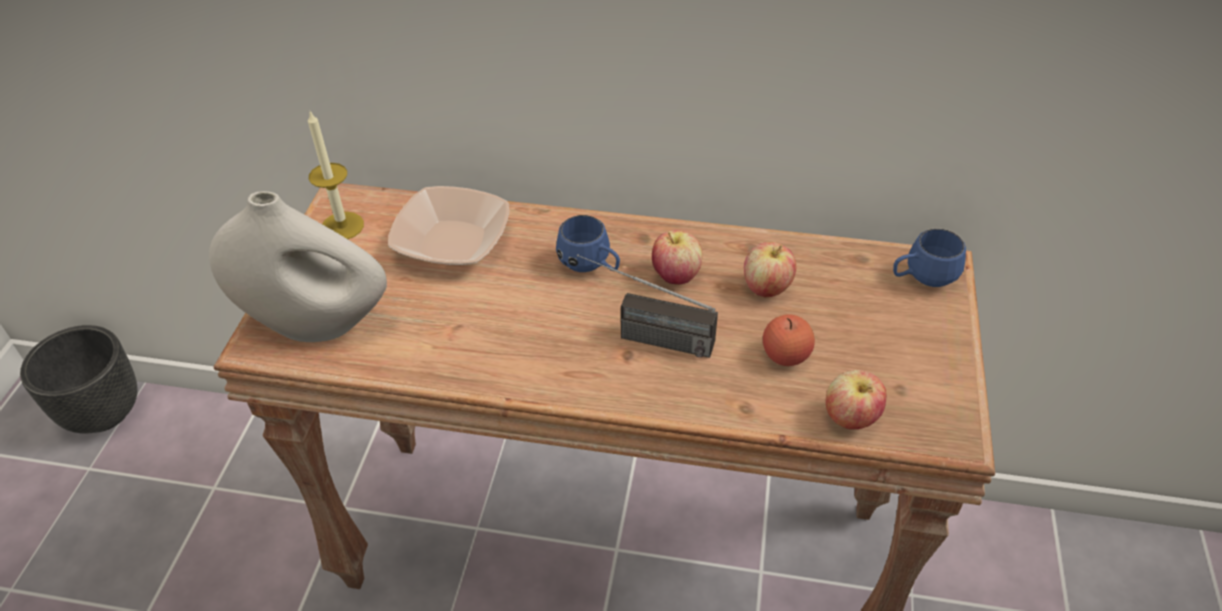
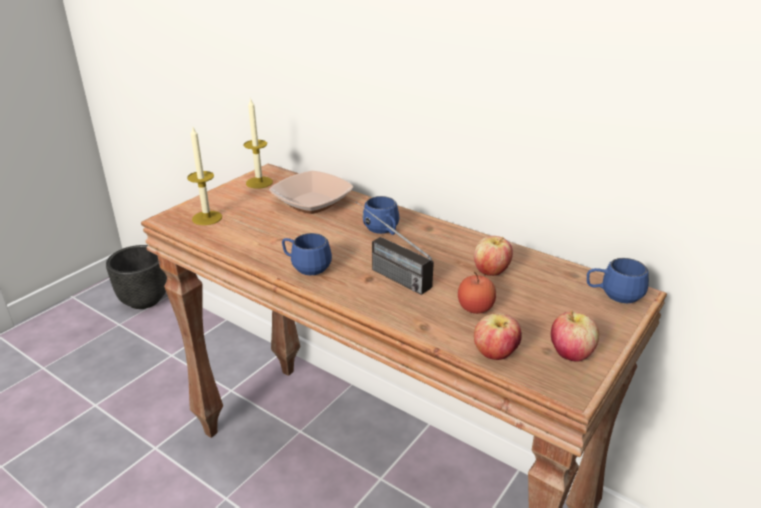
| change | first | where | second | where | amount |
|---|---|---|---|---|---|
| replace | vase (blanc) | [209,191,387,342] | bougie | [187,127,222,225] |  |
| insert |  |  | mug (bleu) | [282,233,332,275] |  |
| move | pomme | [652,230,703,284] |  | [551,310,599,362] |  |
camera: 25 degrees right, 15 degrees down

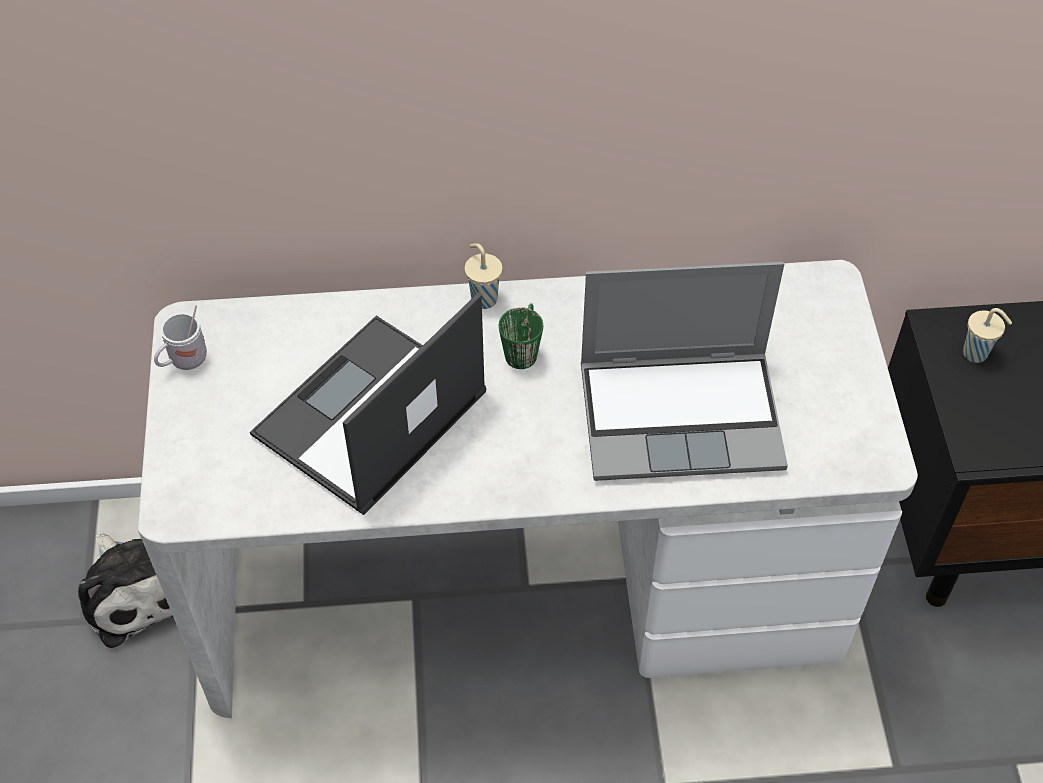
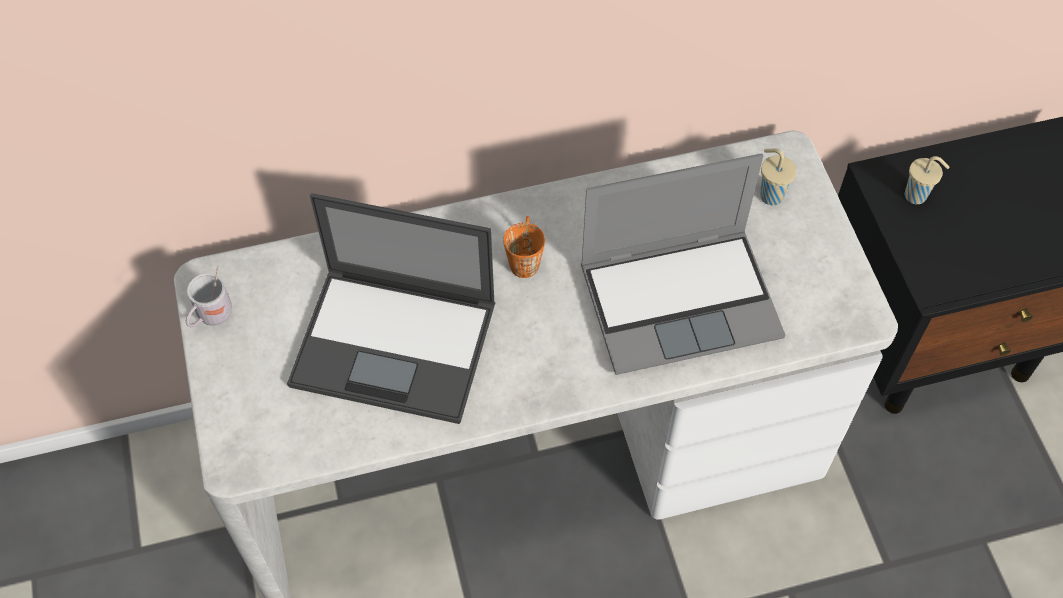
| change | first | where | second | where | amount |
|---|---|---|---|---|---|
| rotate | ordinateur portable | [250,292,486,515] |  | [287,193,495,424] | 105 degrees counterclockwise |
| recolor | mug (vert) | [499,303,543,369] | mug (orange) | [503,216,545,278] |  |
| move | tasse (beige) | [465,243,502,309] |  | [760,149,797,205] |  |
| delete | peluche | [78,534,173,648] |  |  |  |
camera: 10 degrees left, 5 degrees up

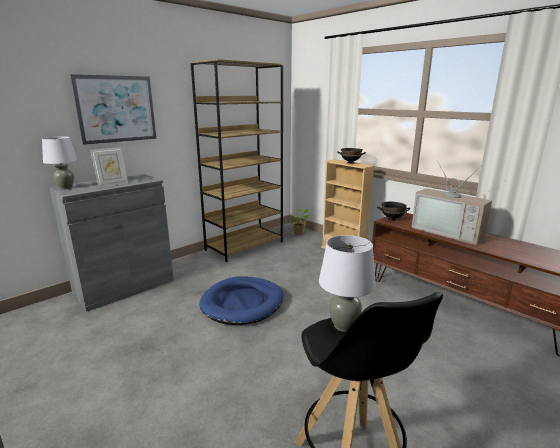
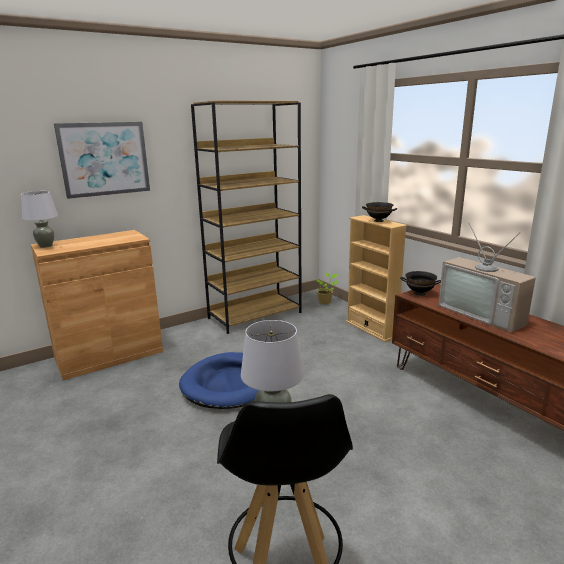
| change | first | where | second | where | amount |
|---|---|---|---|---|---|
| recolor | meuble de rangement (gris) | [49,174,174,312] | meuble de rangement (marron) | [31,230,163,380] |  |
| delete | cadre photo | [90,147,128,188] |  |  |  |
camera: 10 degrees right, 0 degrees up

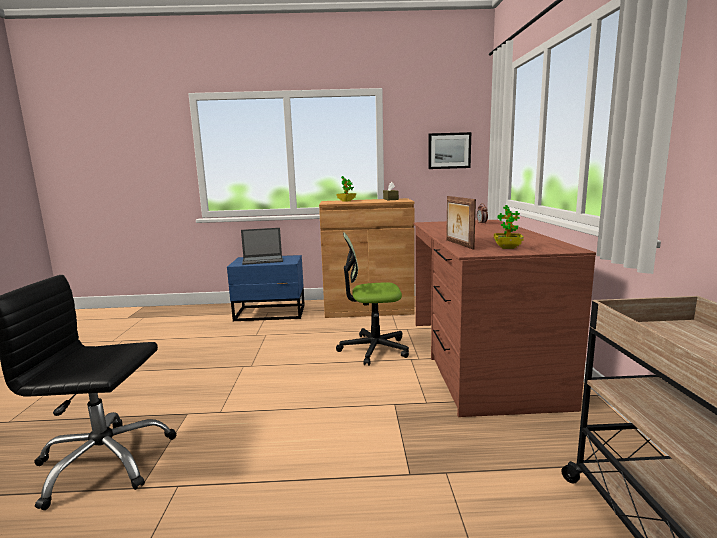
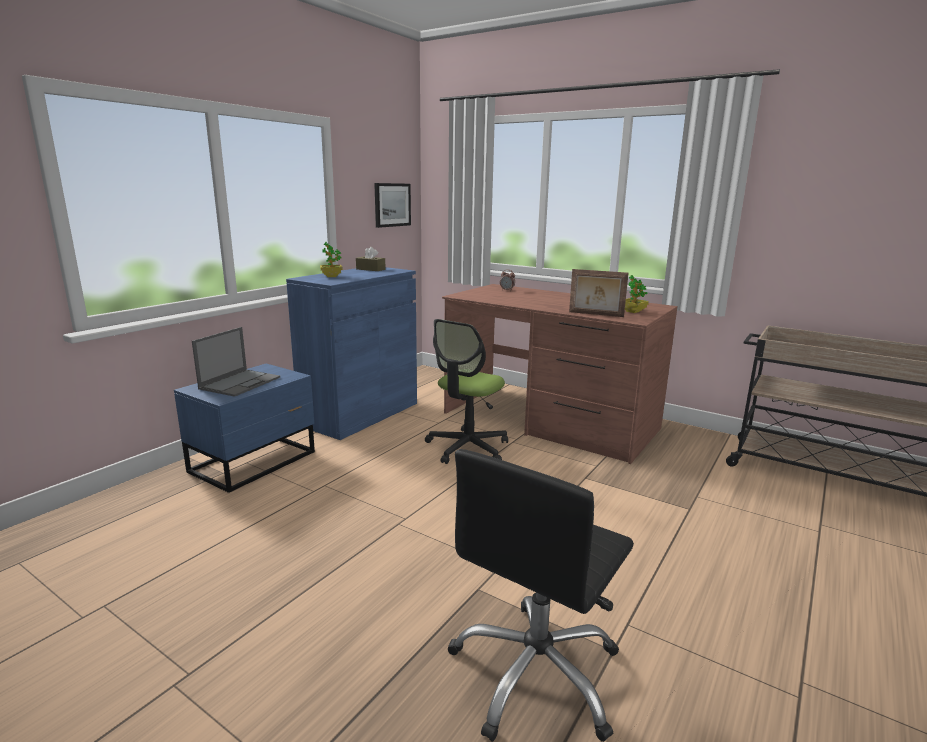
| change | first | where | second | where | amount |
|---|---|---|---|---|---|
| recolor | meuble de rangement (marron) | [319,198,415,318] | meuble de rangement (bleu) | [286,267,417,440] |  |
camera: 55 degrees left, 5 degrees up

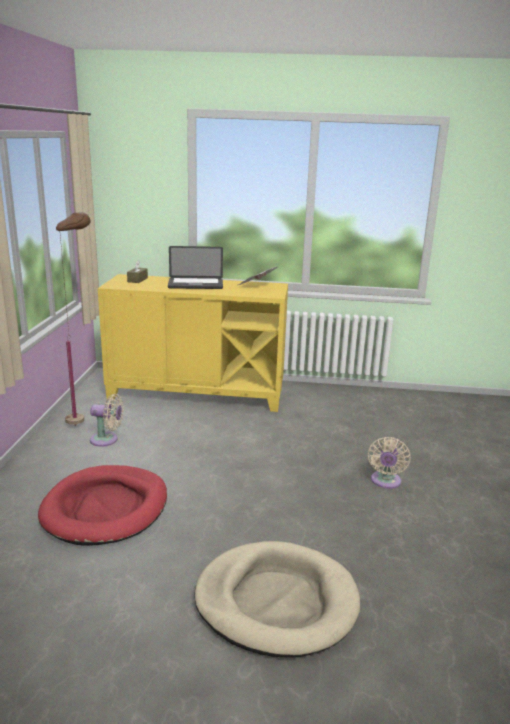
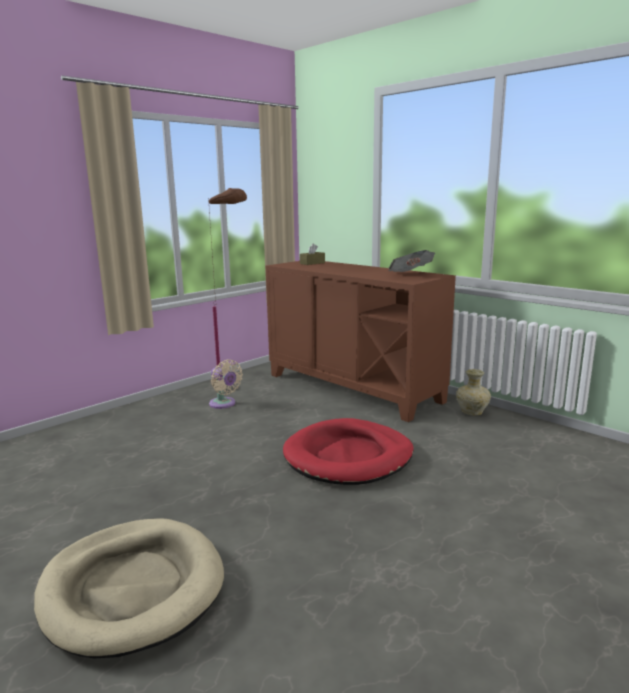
| change | first | where | second | where | amount |
|---|---|---|---|---|---|
| recolor | meuble de rangement (jaune) | [98,274,288,412] | meuble de rangement (marron) | [265,261,456,422] |  |
| move | panier pour chien (rouge) | [38,465,167,546] |  | [283,418,414,485] |  |
| insert |  |  | vase (beige) | [456,369,491,415] |  |
| delete | ordinateur portable | [168,246,223,289] |  |  |  |
| delete | ventilateur (beige) | [368,437,411,489] |  |  |  |
camera: 40 degrees right, 5 degrees down

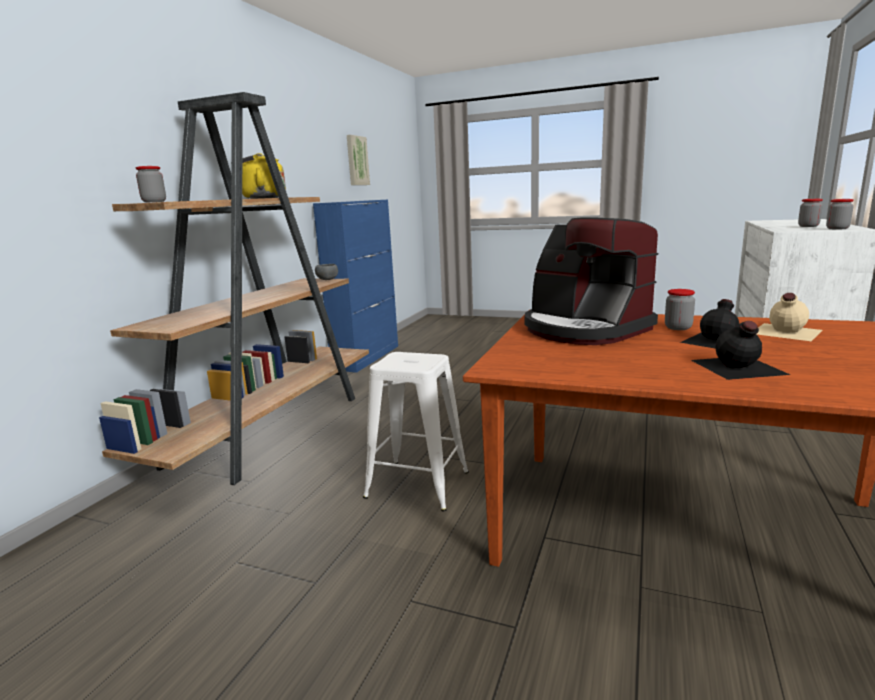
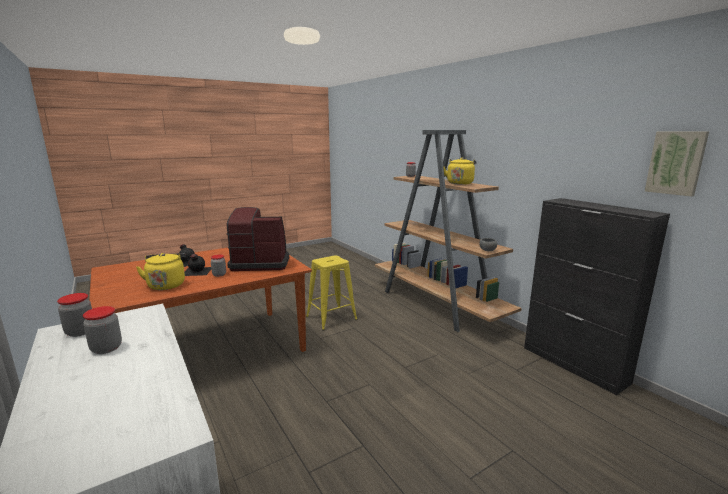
| change | first | where | second | where | amount |
|---|---|---|---|---|---|
| replace | bouteille (beige) | [757,293,822,341] | bouilloire (jaune) | [136,253,186,290] |  |
| recolor | tabouret (blanc) | [363,352,469,511] | tabouret (jaune) | [306,255,358,330] |  |
| recolor | meuble de rangement (bleu) | [313,200,398,373] | meuble de rangement (noir) | [524,198,670,395] |  |
camera: 125 degrees right, 0 degrees up

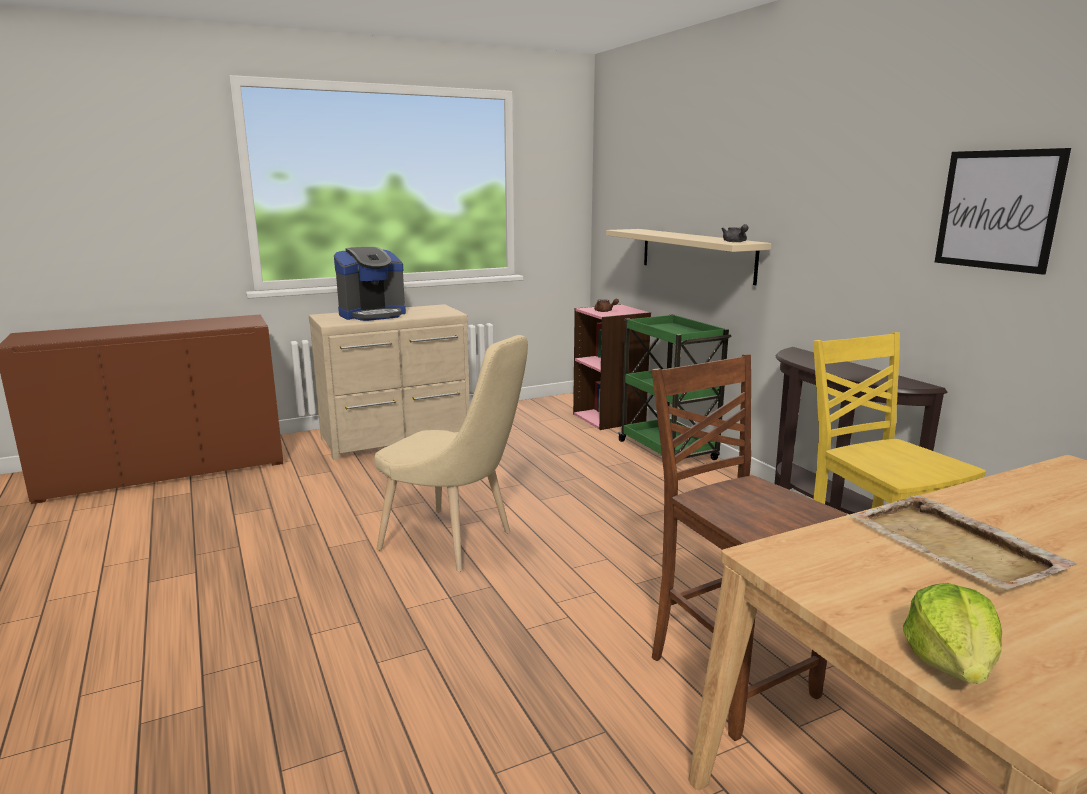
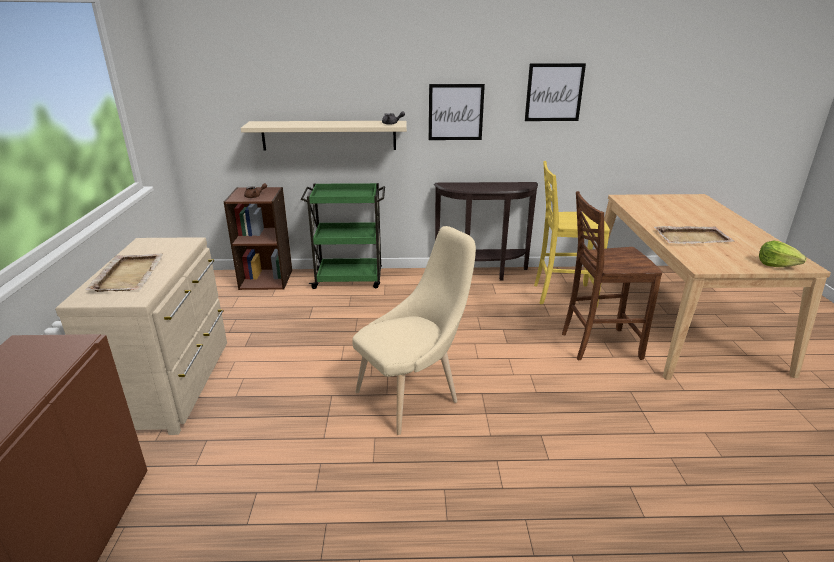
| change | first | where | second | where | amount |
|---|---|---|---|---|---|
| replace | machine à café | [334,247,406,321] | plateau (beige) | [86,253,163,292] |  |
| recolor | bibliothèque (rose) | [573,304,651,430] | bibliothèque (marron) | [224,187,292,290] |  |
| insert |  |  | tableau | [429,84,485,140] |  |
camera: 65 degrees left, 10 degrees up

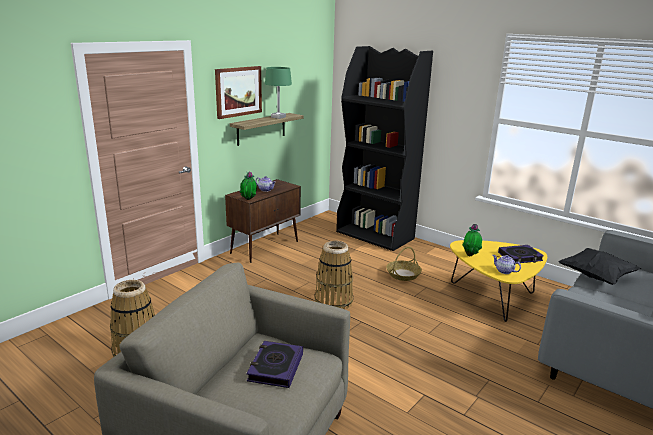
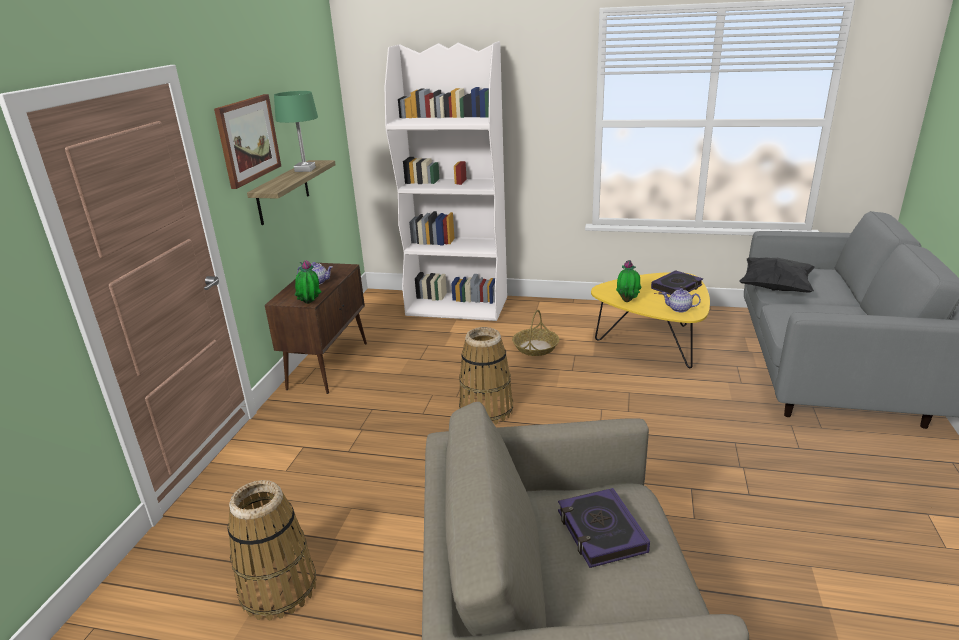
| change | first | where | second | where | amount |
|---|---|---|---|---|---|
| recolor | bibliothèque (noir) | [336,46,433,251] | bibliothèque (blanc) | [385,41,507,321] |  |
camera: 25 degrees left, 5 degrees up

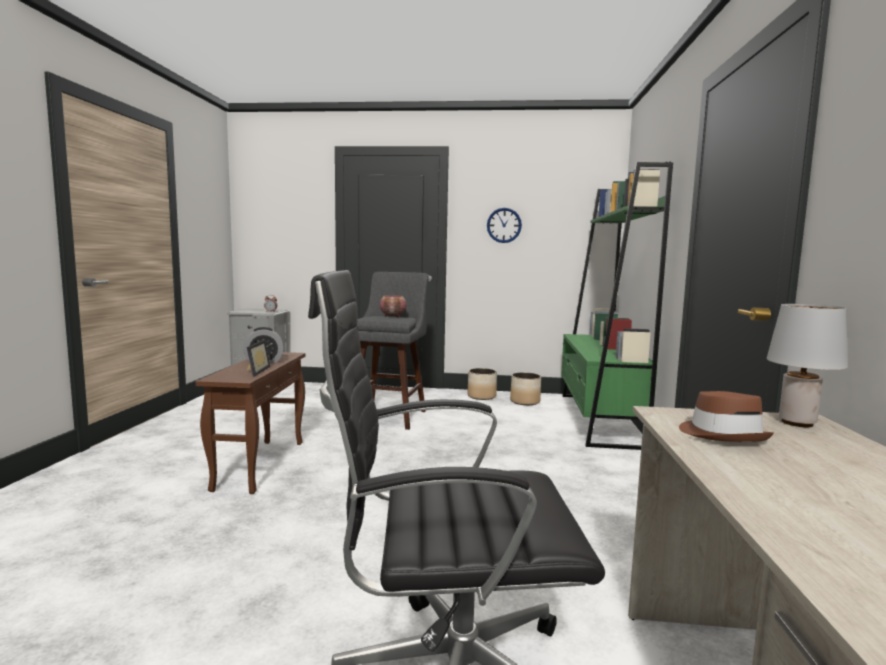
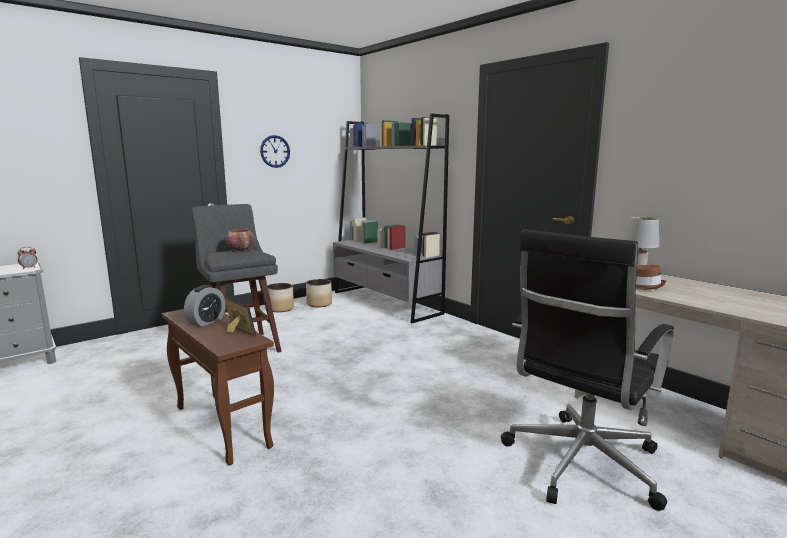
| change | first | where | second | where | amount |
|---|---|---|---|---|---|
| recolor | bibliothèque (vert) | [561,162,673,450] | bibliothèque (gris) | [333,113,449,323] |  |
camera: 45 degrees left, 5 degrees up

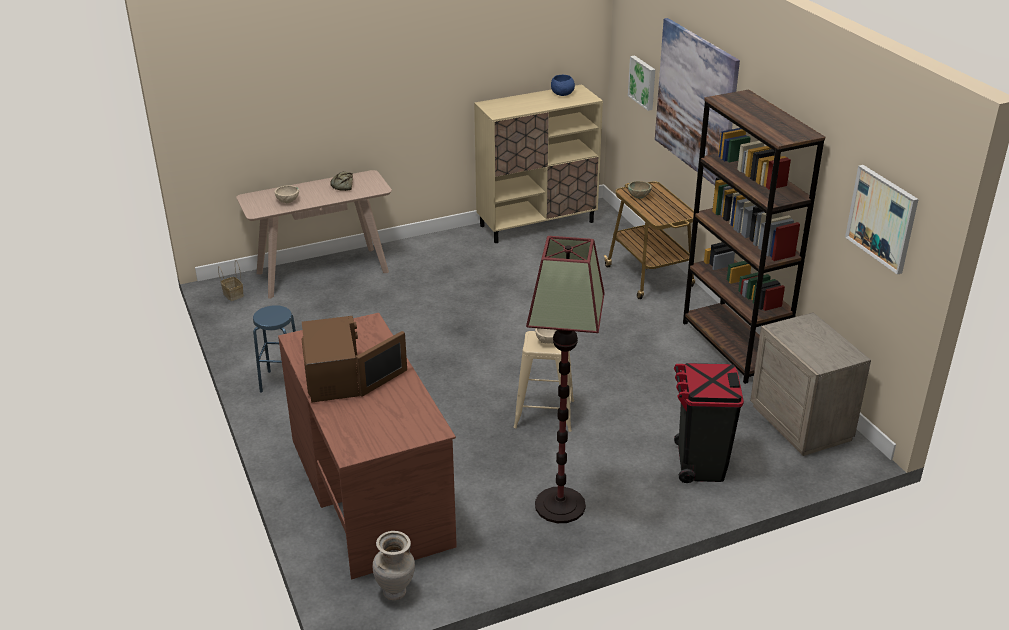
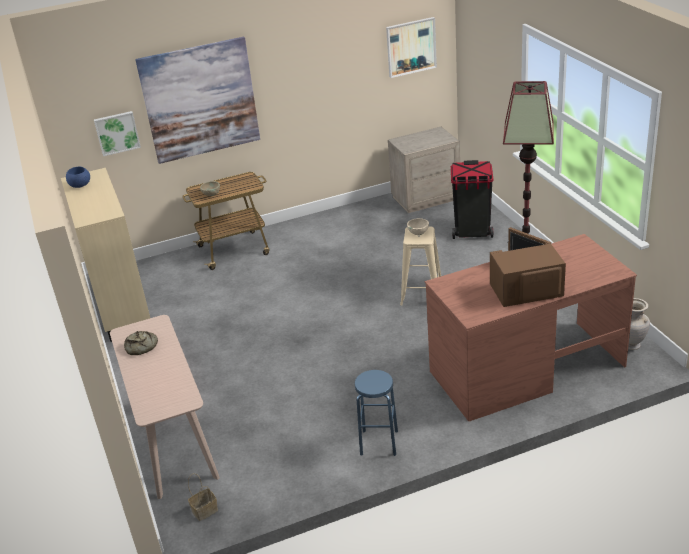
| change | first | where | second | where | amount |
|---|---|---|---|---|---|
| delete | bol (beige) | [275,185,299,203] |  |  |  |
| delete | bibliothèque (marron) | [683,89,825,384] |  |  |  |
camera: 85 degrees left, 0 degrees up

